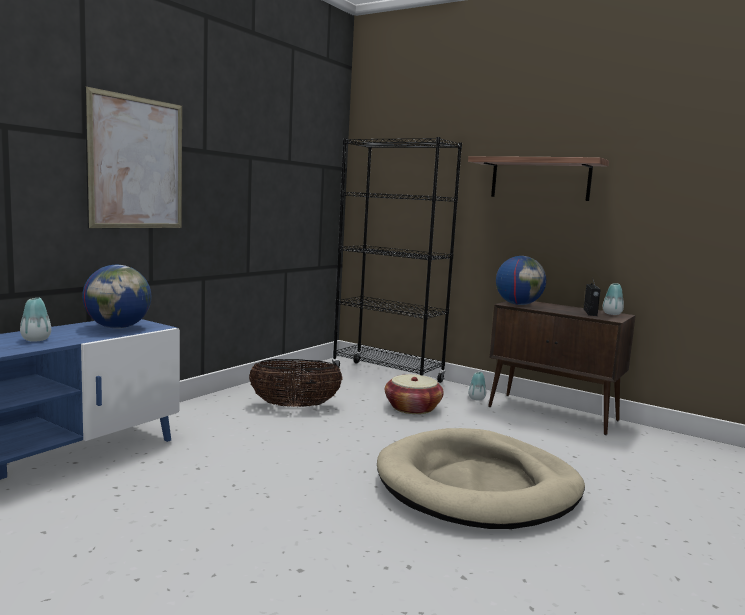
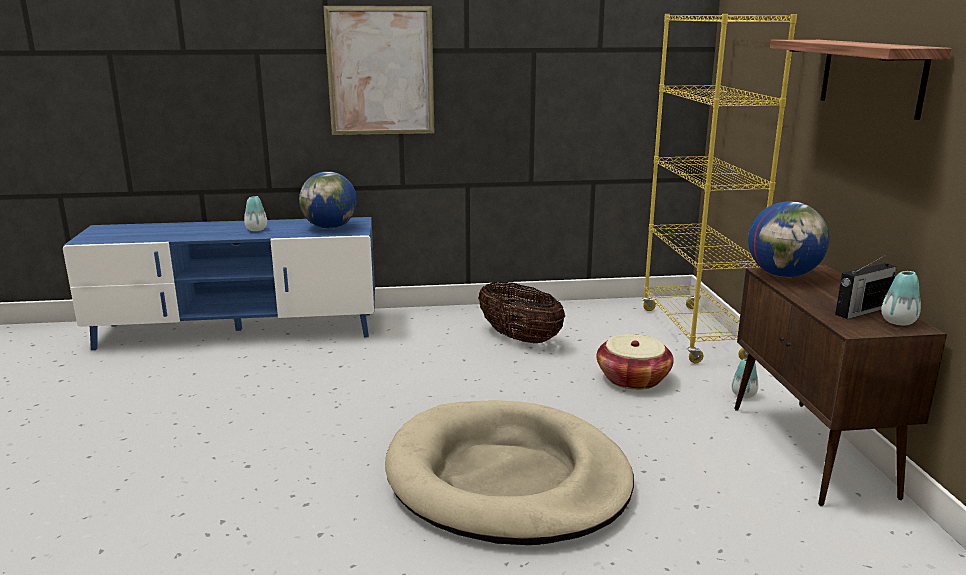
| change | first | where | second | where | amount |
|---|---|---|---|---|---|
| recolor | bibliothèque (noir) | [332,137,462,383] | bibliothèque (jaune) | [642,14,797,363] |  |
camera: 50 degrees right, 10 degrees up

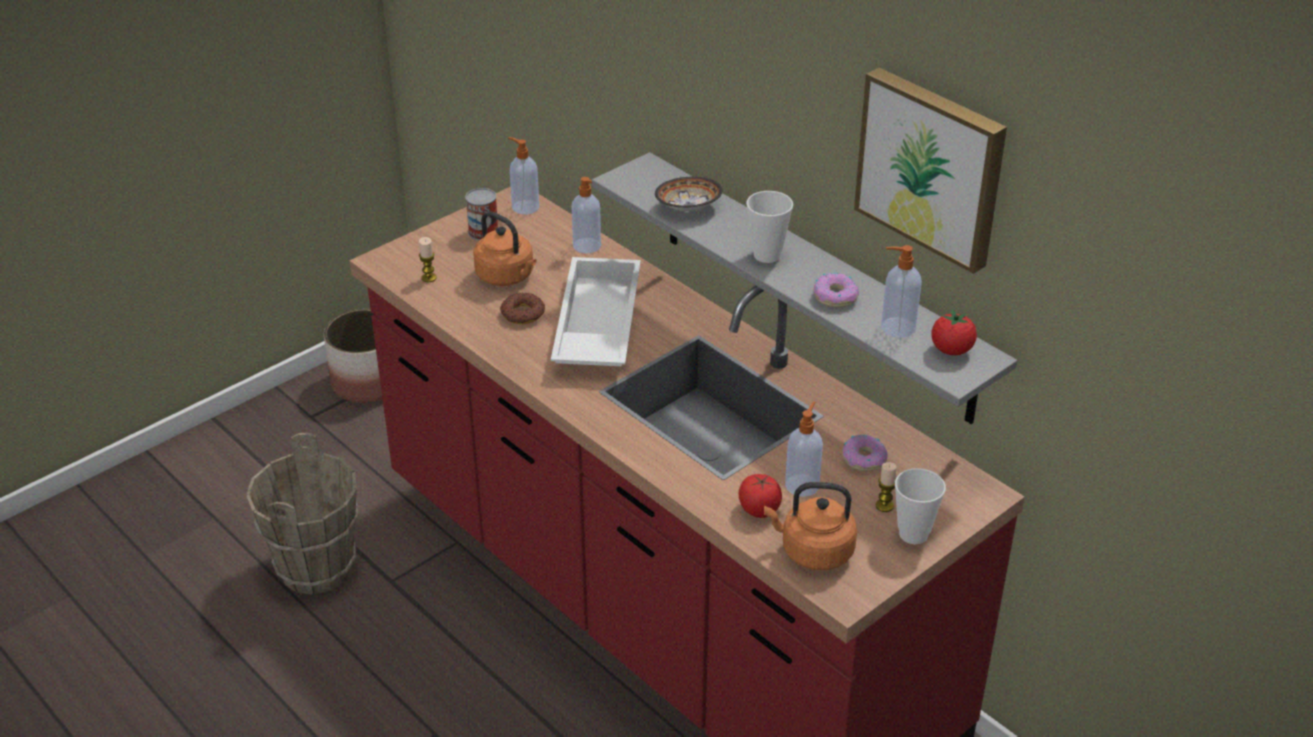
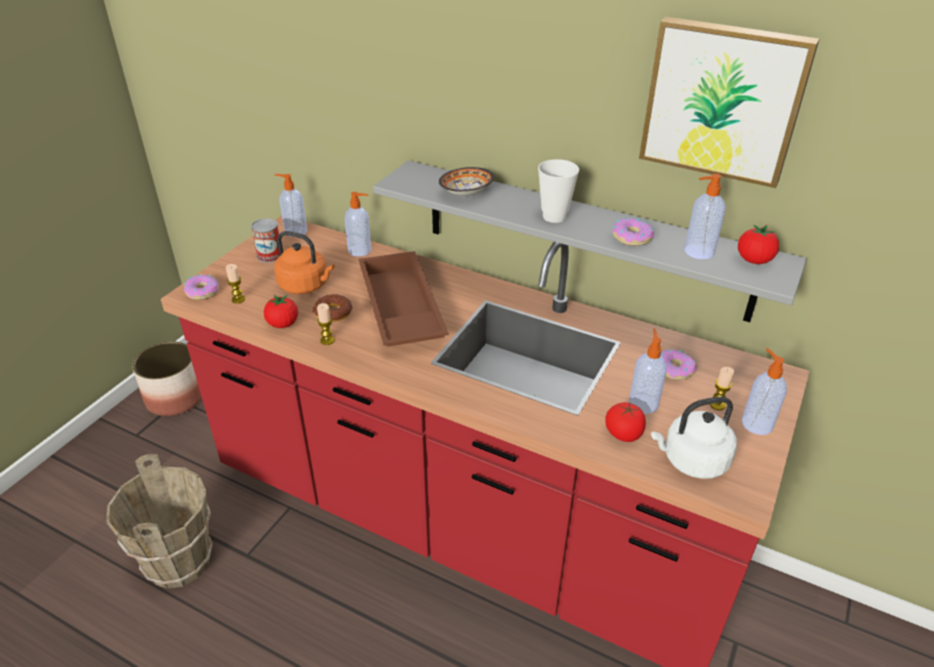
| change | first | where | second | where | amount |
|---|---|---|---|---|---|
| insert |  |  | beignet | [184,275,219,300] |  |
| insert |  |  | tomate | [264,295,298,328] |  |
| insert |  |  | bougie | [317,303,335,345] |  |
| recolor | plateau (blanc) | [551,257,641,366] | plateau (marron) | [359,251,449,347] |  |
| recolor | bouilloire (orange) | [764,482,857,570] | bouilloire (blanc) | [651,397,737,479] |  |
| replace | tasse | [895,468,946,544] | distributeur de savon | [742,348,787,435] |  |
camera: 20 degrees left, 0 degrees up

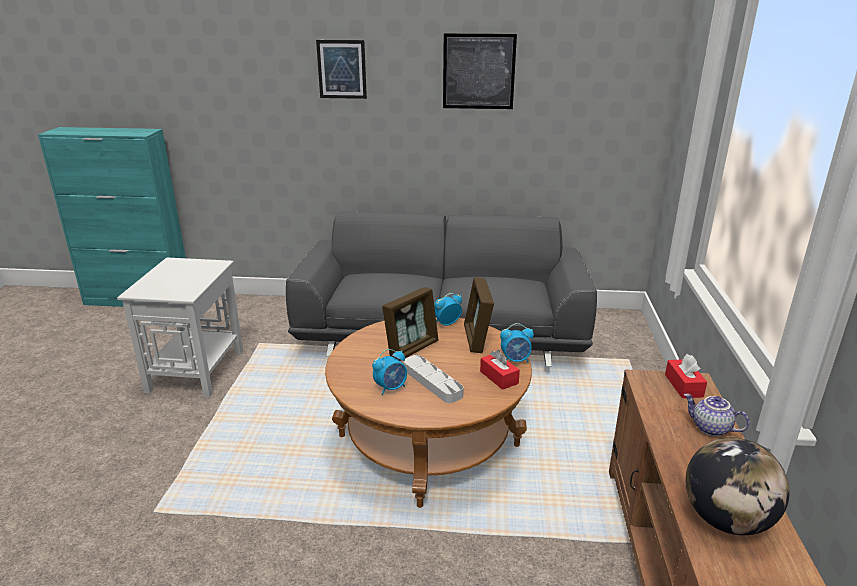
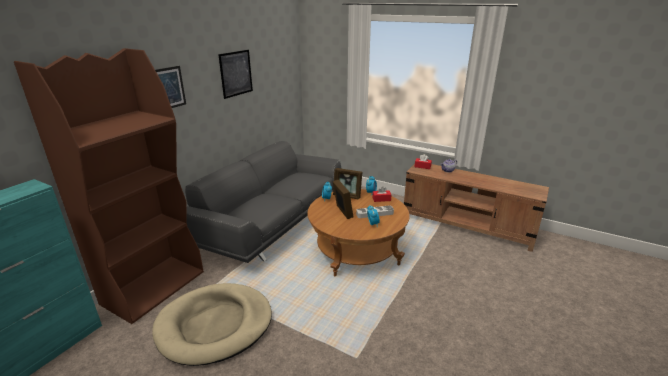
| change | first | where | second | where | amount |
|---|---|---|---|---|---|
| insert |  |  | bibliothèque (marron) | [14,48,204,324] |  |
| replace | table d'appoint (blanc) | [117,257,243,398] | panier pour chien (beige) | [152,283,272,366] |  |
| delete | globe | [686,438,789,535] |  |  |  |
camera: 65 degrees left, 0 degrees up

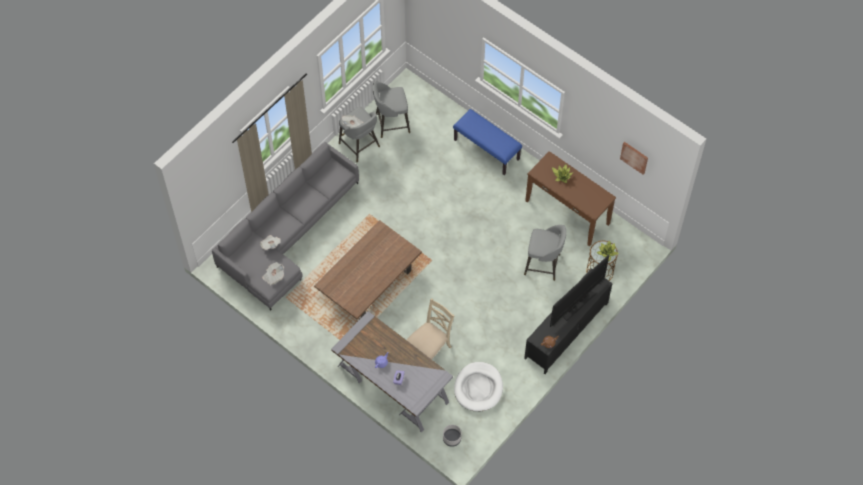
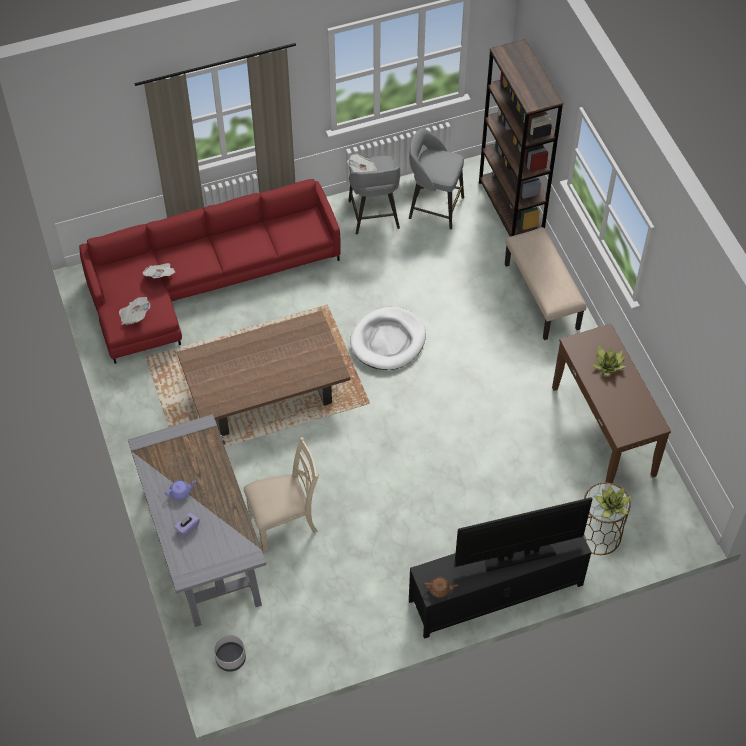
| change | first | where | second | where | amount |
|---|---|---|---|---|---|
| recolor | canapé (gris) | [212,142,359,311] | canapé (rouge) | [79,179,341,364] |  |
| move | panier pour chien (blanc) | [454,362,503,412] |  | [350,307,426,370] |  |
| insert |  |  | bibliothèque (marron) | [479,39,563,236] |  |
| recolor | banc (bleu) | [453,109,522,175] | banc (beige) | [505,227,586,340] |  |
| delete | tabouret (gris) | [524,225,566,281] |  |  |  |
| delete | tableau | [620,142,648,175] |  |  |  |
camera: 30 degrees right, 5 degrees down

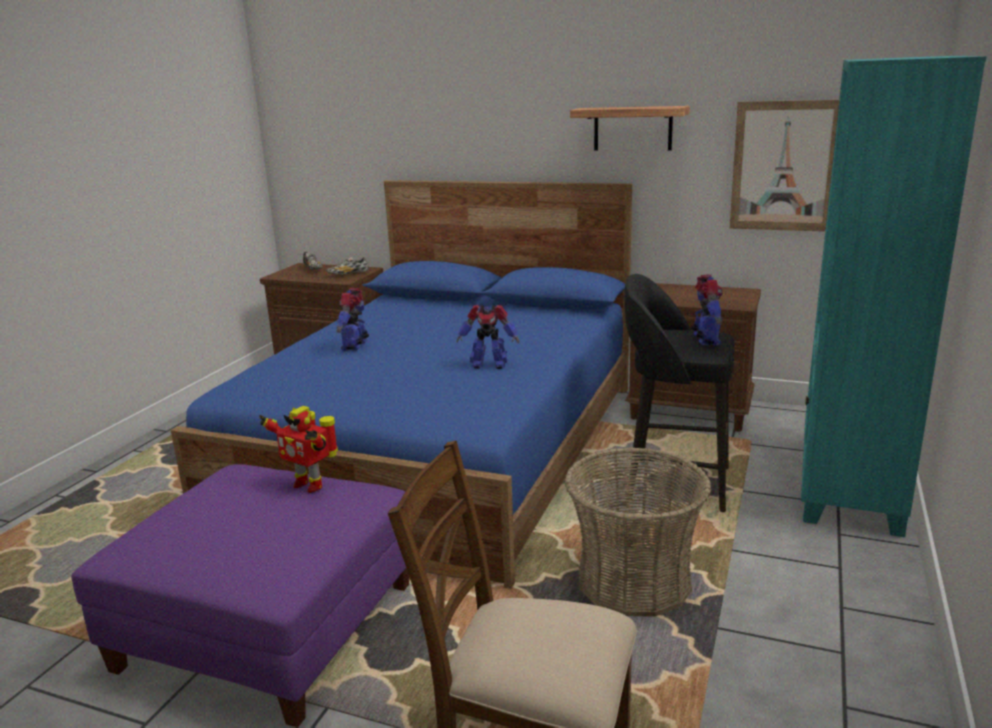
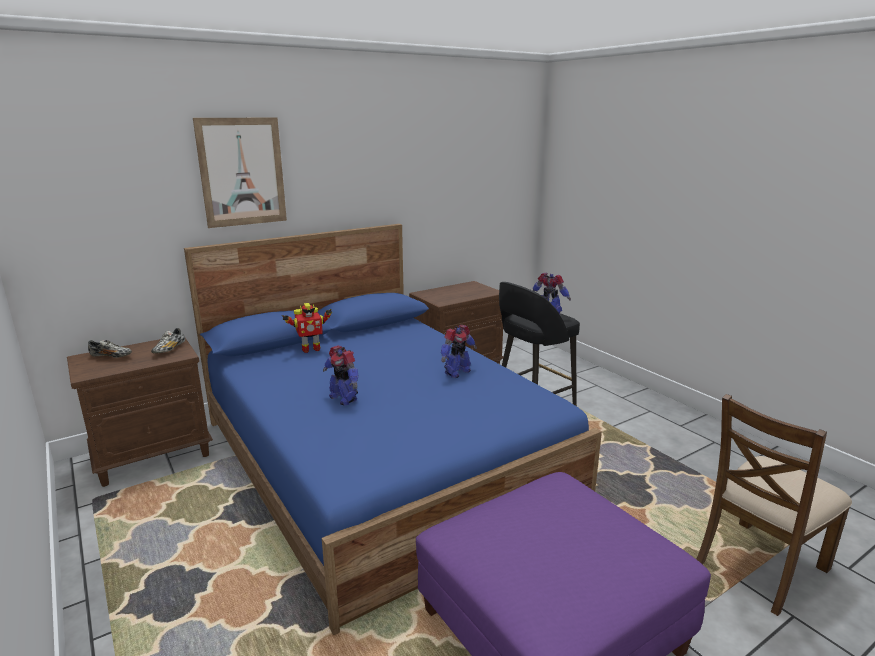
| change | first | where | second | where | amount |
|---|---|---|---|---|---|
| move | tableau | [730,100,839,232] |  | [193,118,287,228] |  |
| move | robot jouet | [259,406,338,493] |  | [282,303,332,353] |  |
| delete | panier | [564,447,712,617] |  |  |  |
| delete | étagère | [570,106,690,151] |  |  |  |
| delete | bibliothèque (turquoise) | [801,56,986,537] |  |  |  |
camera: 55 degrees left, 0 degrees up

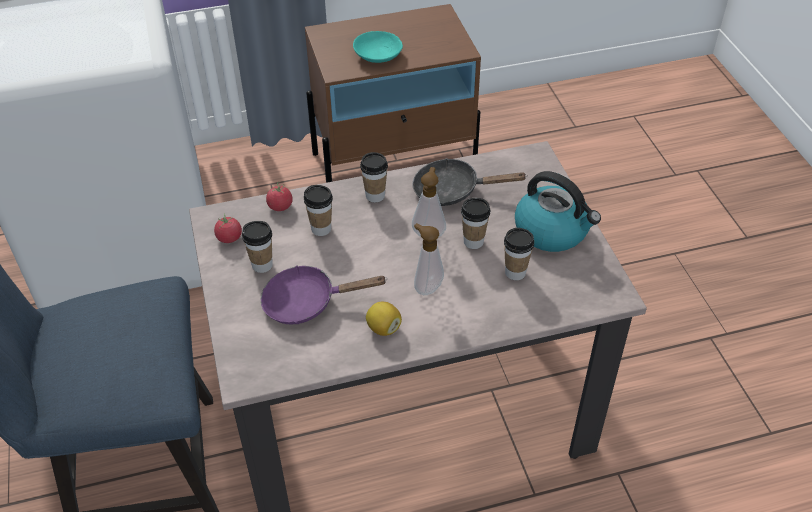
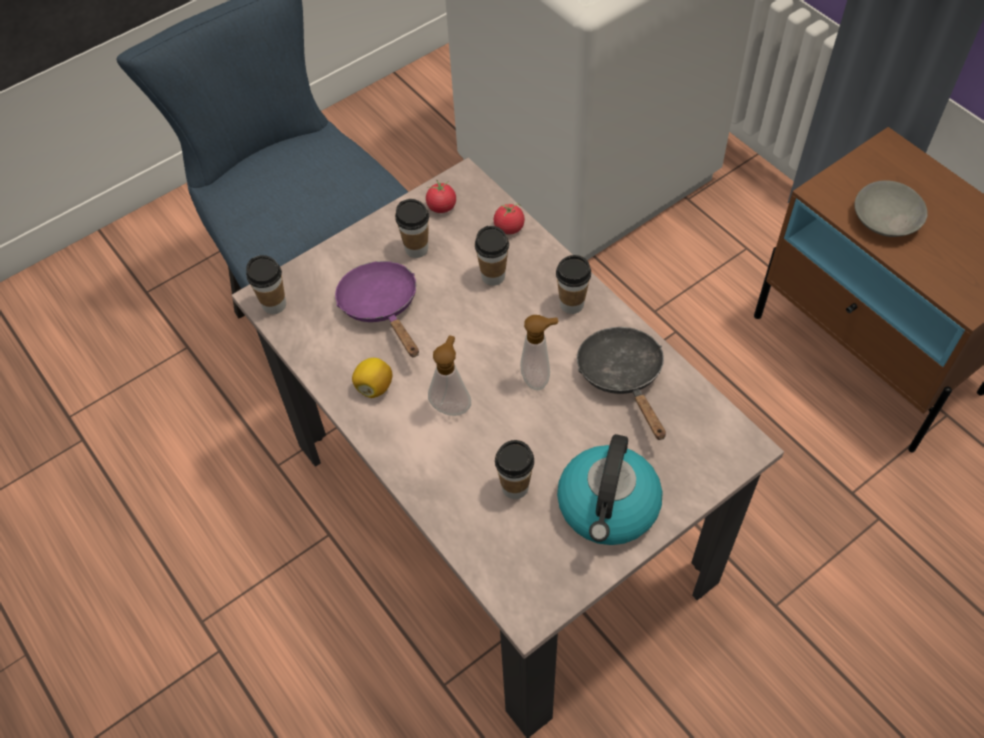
| change | first | where | second | where | amount |
|---|---|---|---|---|---|
| move | tasse | [461,198,490,249] |  | [246,255,286,314] |  |
| recolor | bol (turquoise) | [353,31,403,63] | bol (gris) | [855,180,928,237] |  |
camera: 70 degrees right, 10 degrees up

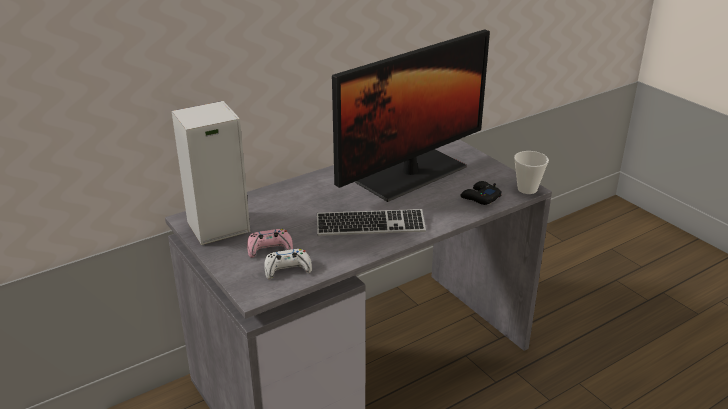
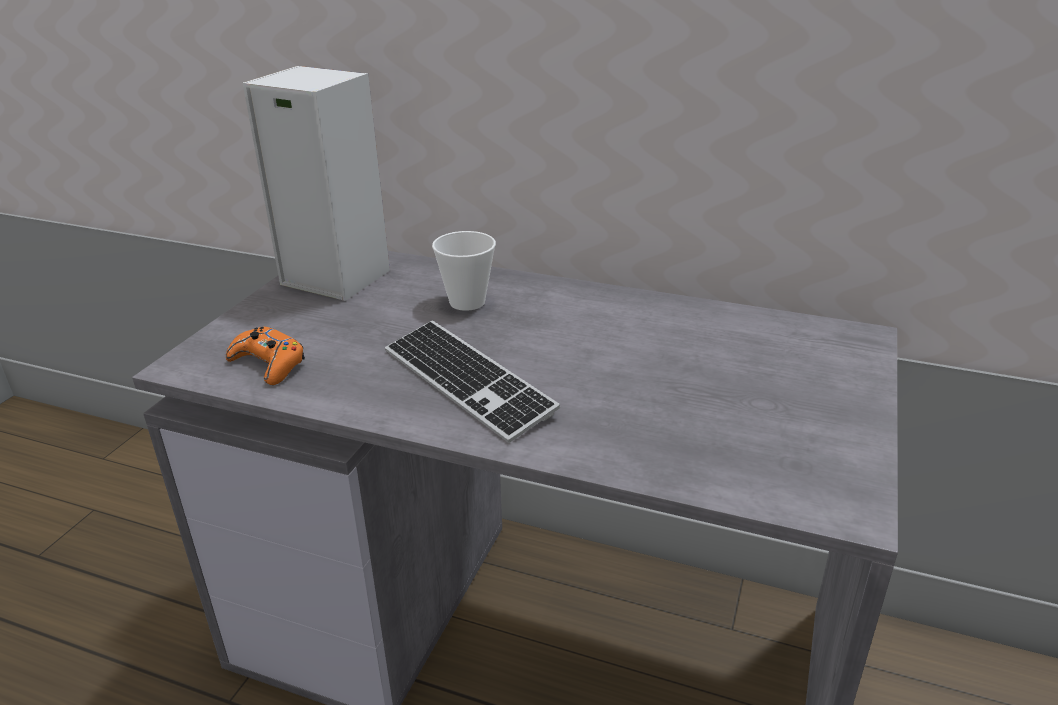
| change | first | where | second | where | amount |
|---|---|---|---|---|---|
| recolor | manette (blanc) | [264,249,312,279] | manette (orange) | [226,327,305,385] |  |
| move | tasse | [514,151,549,194] |  | [432,231,496,311] |  |
| delete | manette (rose) | [247,229,293,258] |  |  |  |
| delete | écran d'ordinateur | [332,29,490,202] |  |  |  |
| delete | manette (noir) | [460,181,502,205] |  |  |  |
camera: 55 degrees right, 0 degrees up

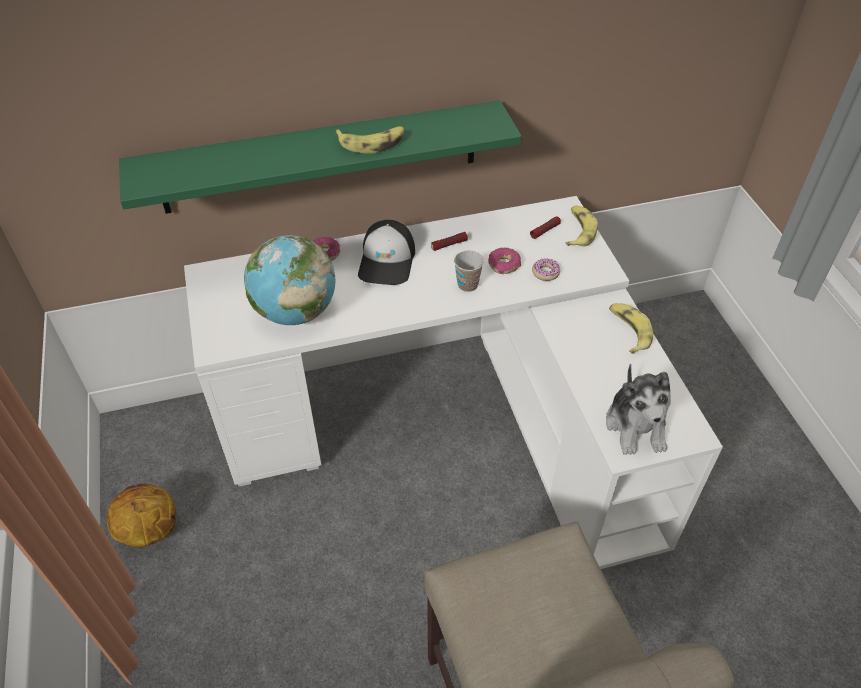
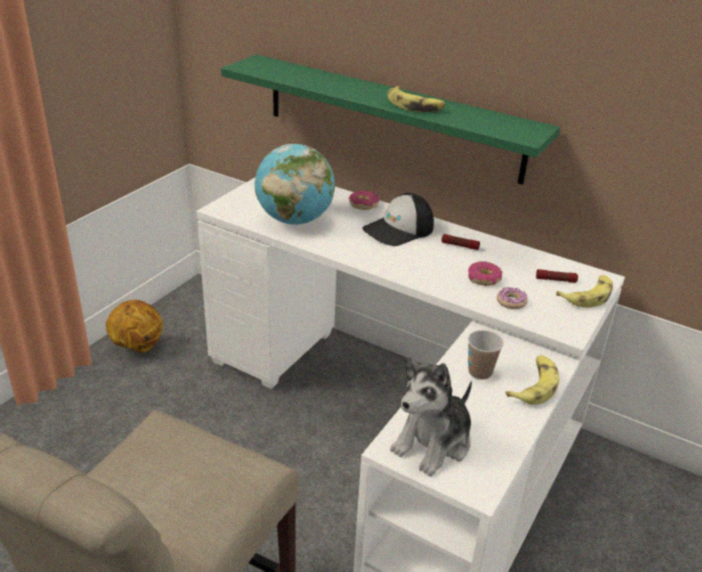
| change | first | where | second | where | amount |
|---|---|---|---|---|---|
| move | tasse | [454,250,484,292] |  | [468,330,504,380] |  |
camera: 45 degrees right, 15 degrees down

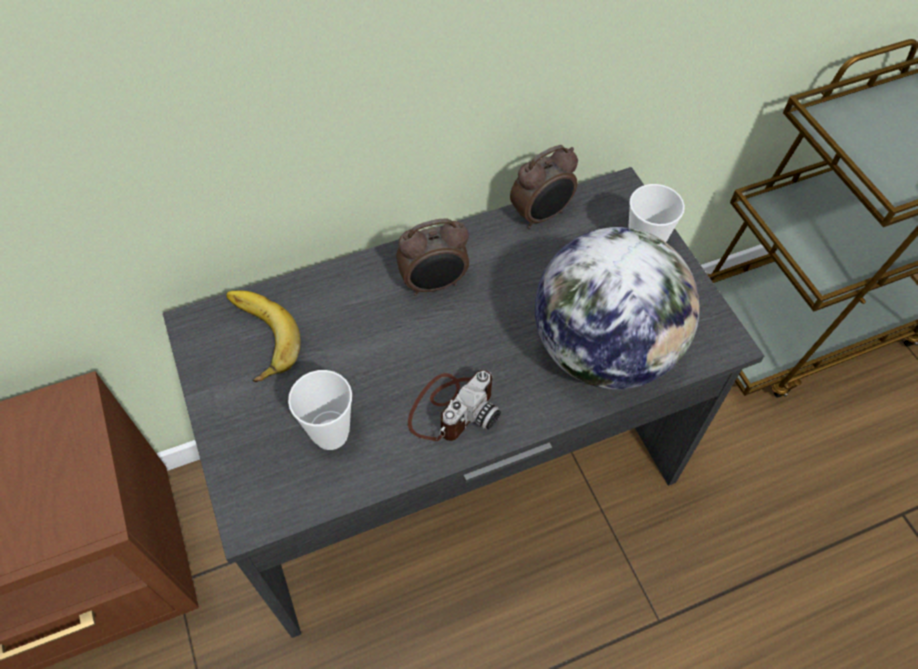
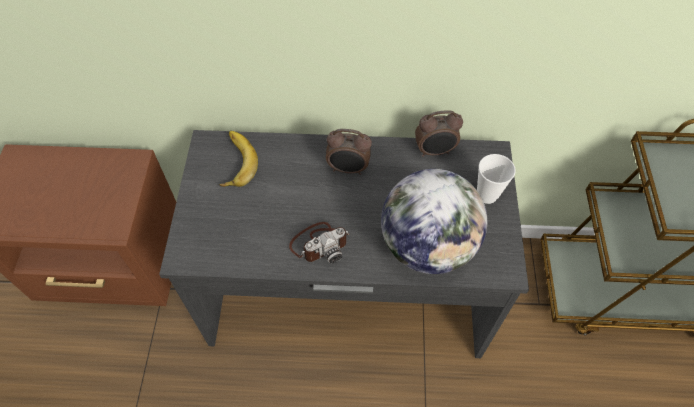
| change | first | where | second | where | amount |
|---|---|---|---|---|---|
| delete | tasse | [288,370,352,450] |  |  |  |
camera: 25 degrees right, 0 degrees up

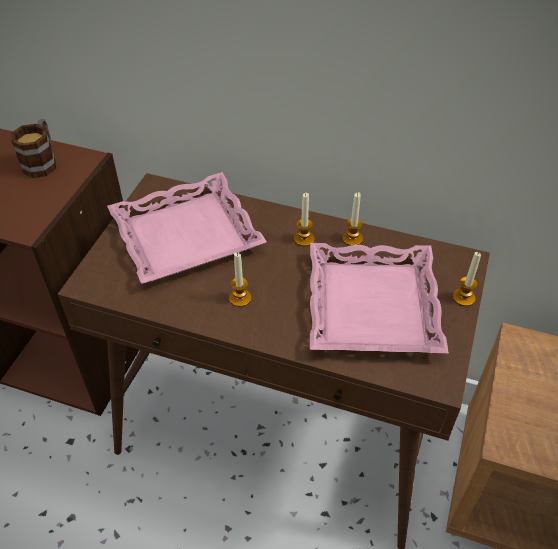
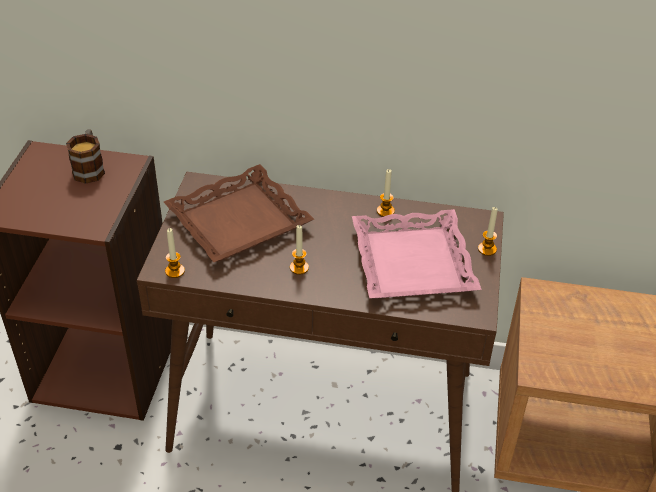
| change | first | where | second | where | amount |
|---|---|---|---|---|---|
| recolor | plateau (rose) | [107,172,267,284] | plateau (marron) | [164,164,314,262] |  |
| move | bougie | [294,193,315,246] |  | [165,228,185,278] |  |
camera: 10 degrees left, 5 degrees down

